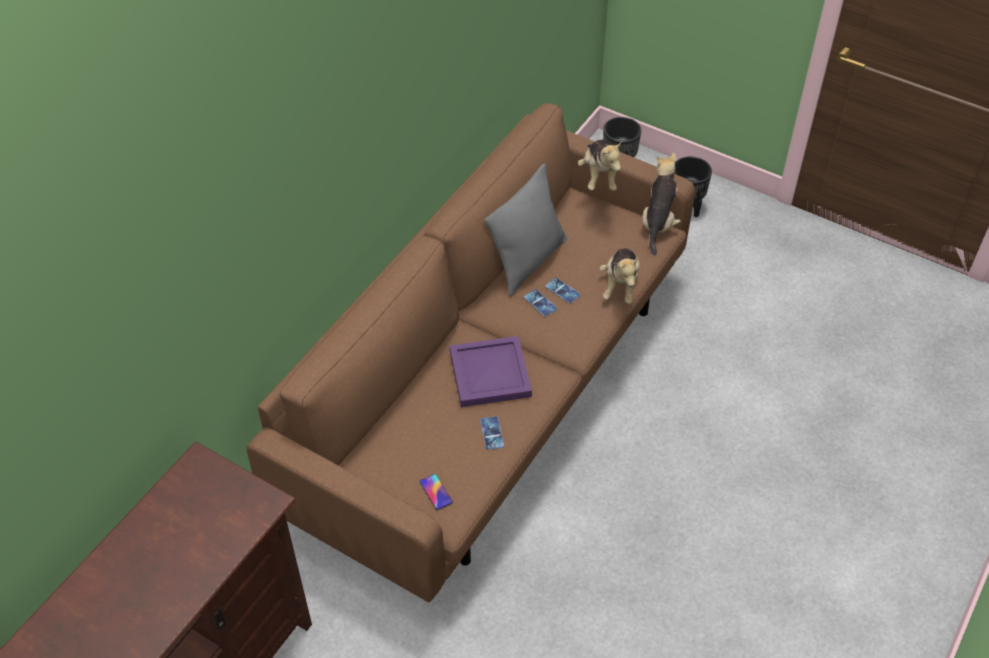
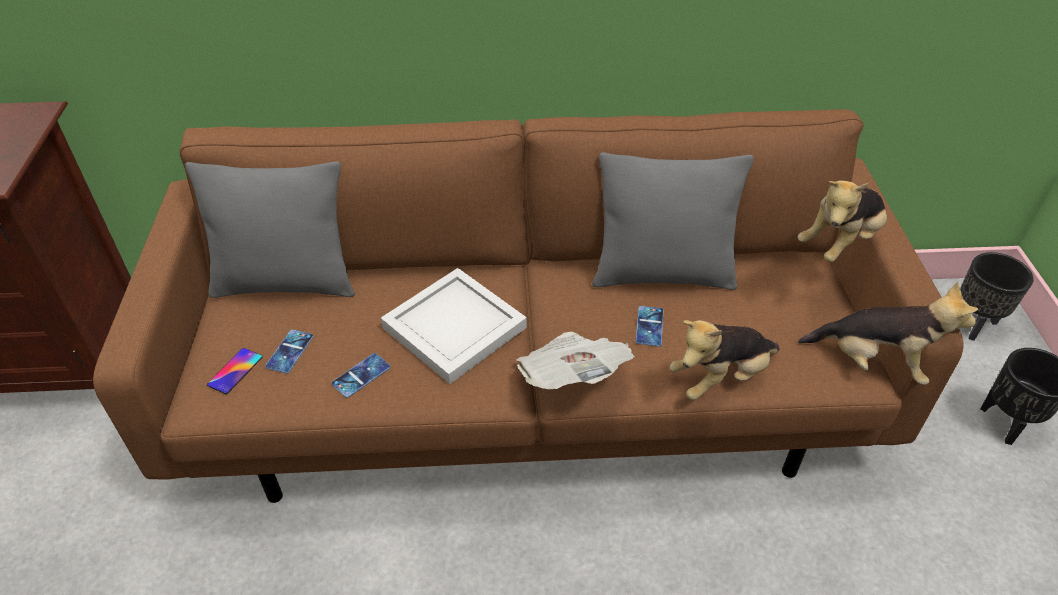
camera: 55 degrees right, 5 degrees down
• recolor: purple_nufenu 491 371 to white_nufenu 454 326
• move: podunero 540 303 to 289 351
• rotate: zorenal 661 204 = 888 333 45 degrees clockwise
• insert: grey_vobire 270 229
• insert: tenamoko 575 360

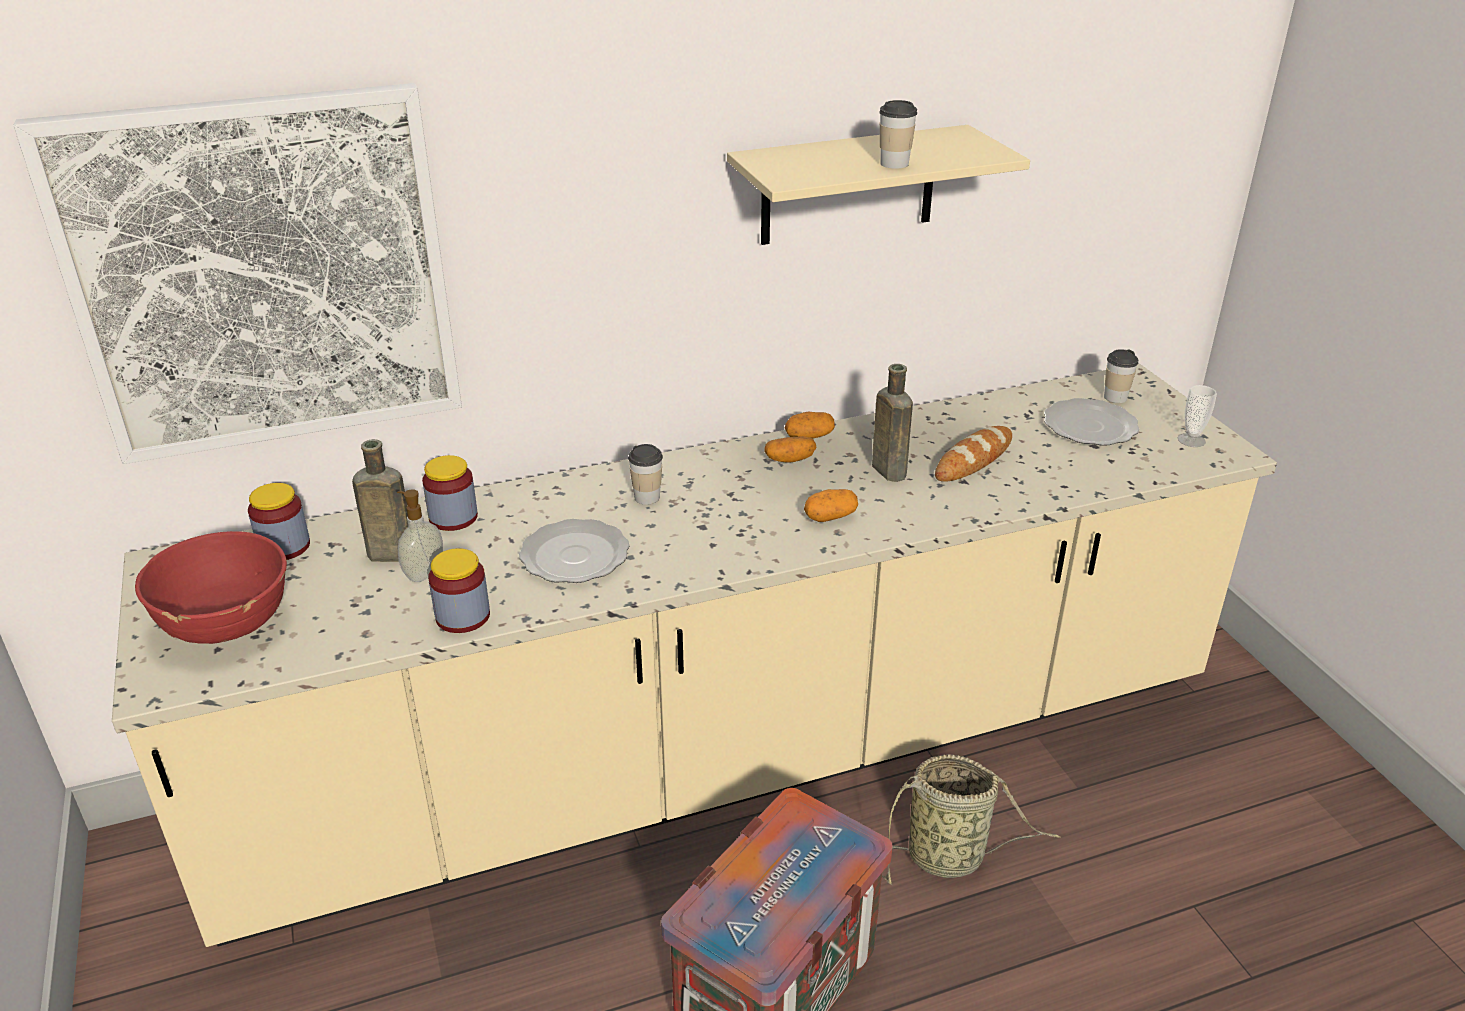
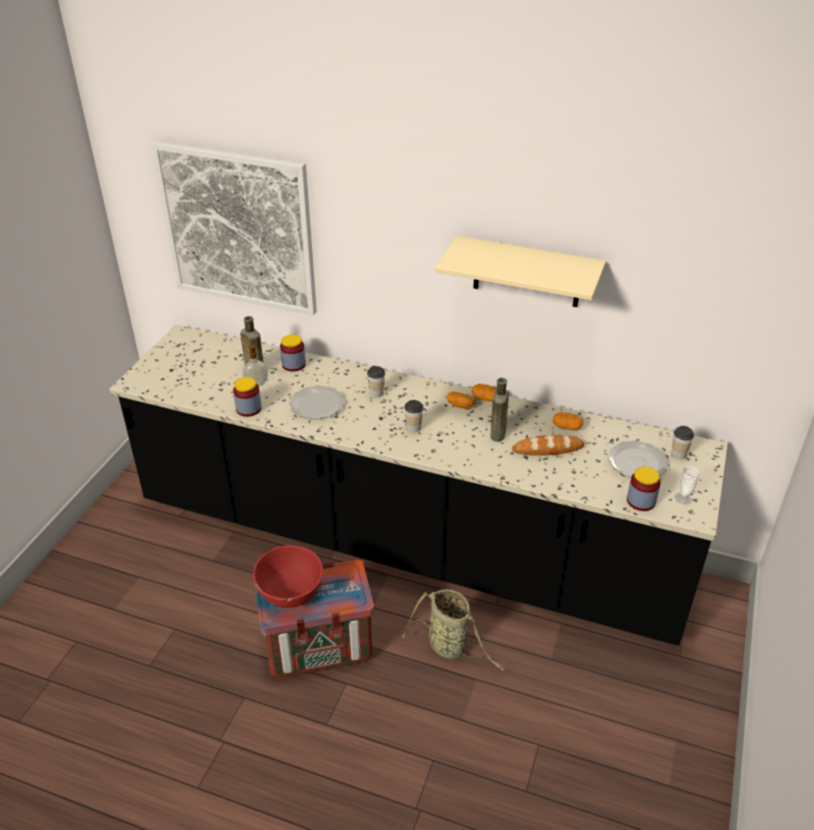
camera: 40 degrees right, 5 degrees up
• recolor: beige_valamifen 694 655 to black_valamifen 419 485
• move: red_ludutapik 211 587 to 288 576
• move: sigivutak 279 521 to 644 489
• move: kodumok 831 505 to 567 421
• move: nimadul 898 134 to 414 416

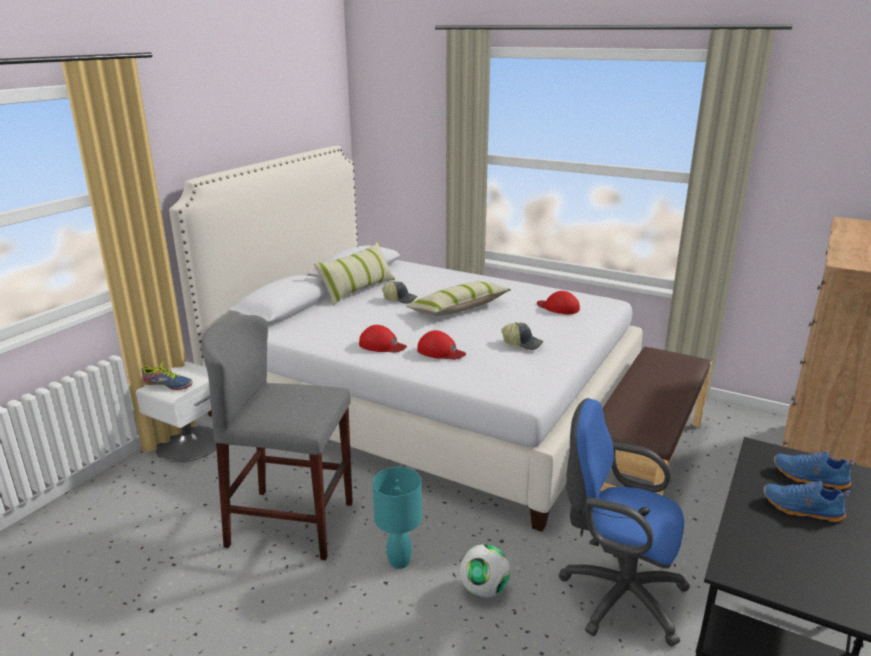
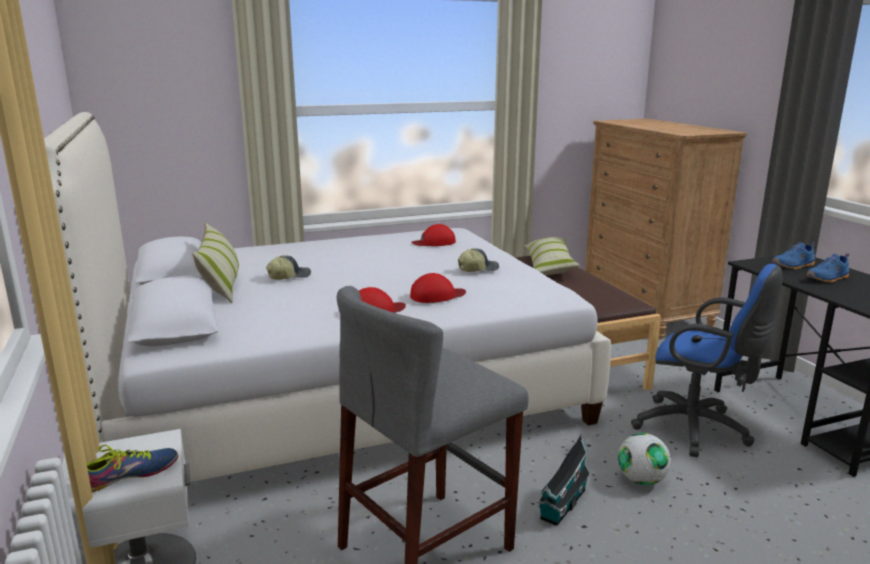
camera: 50 degrees left, 5 degrees down
• replace: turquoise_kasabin 397 518 to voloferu 563 480
• move: vobire 458 299 to 552 256
• rotate: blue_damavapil 624 522 = 706 360 120 degrees counterclockwise

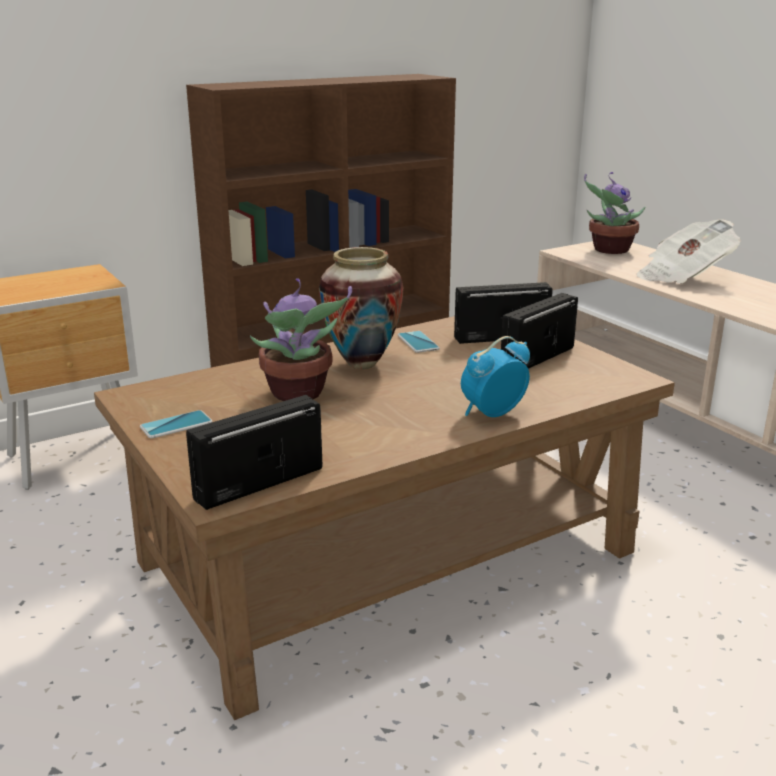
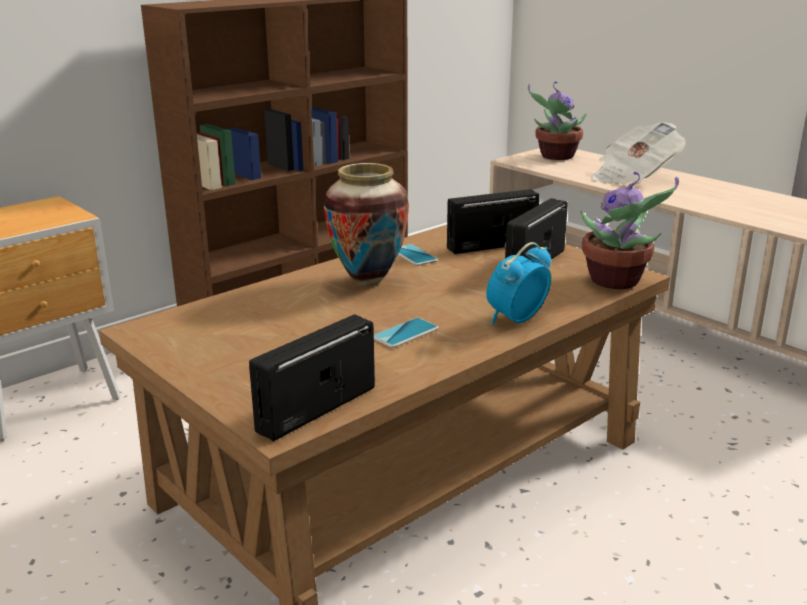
camera: 10 degrees left, 0 degrees up
• move: podunero 176 424 to 406 333
• move: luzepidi 301 339 to 630 230

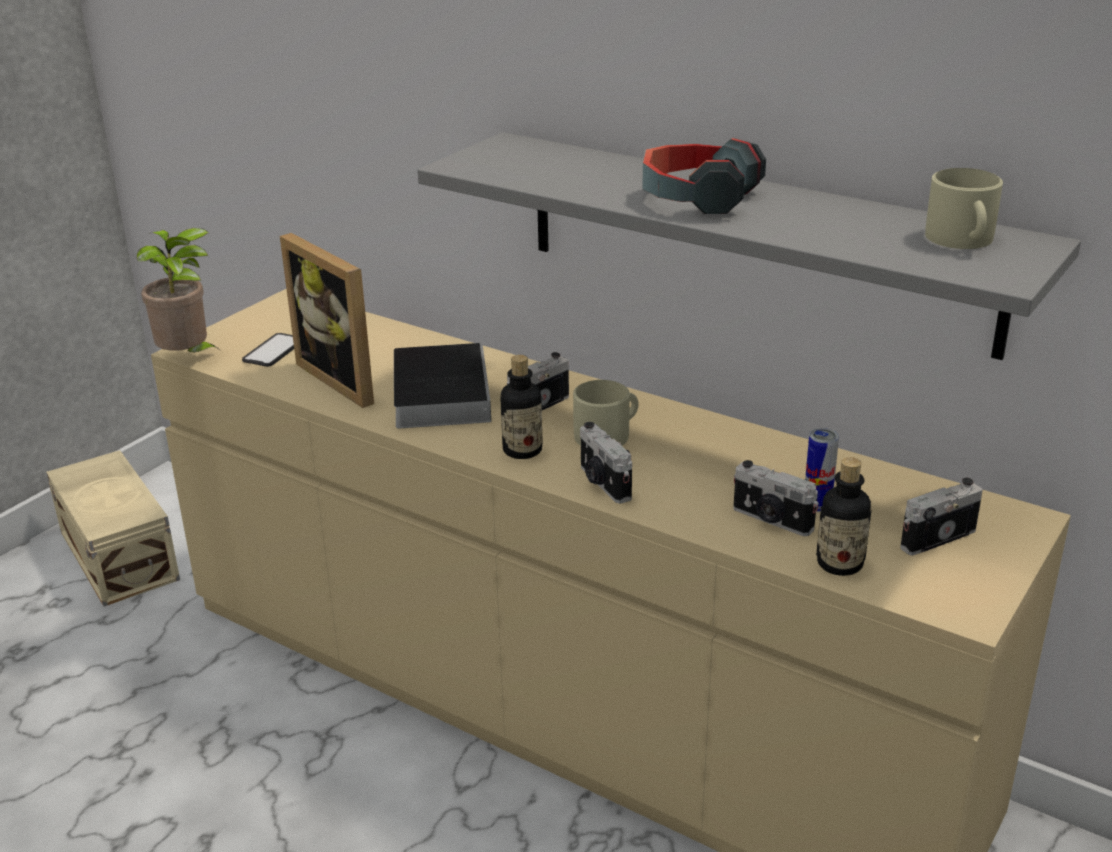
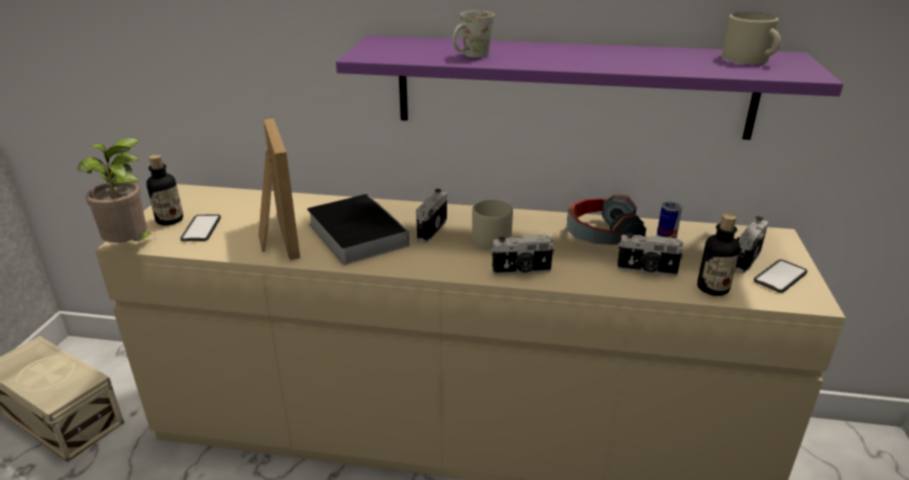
camera: 25 degrees left, 0 degrees up
• rotate: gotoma 327 320 = 279 188 135 degrees counterclockwise
• recolor: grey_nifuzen 749 246 to purple_nifuzen 589 88
• move: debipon 521 407 to 164 190
• rotate: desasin 606 463 = 523 255 45 degrees counterclockwise
• move: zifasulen 704 176 to 606 221
• insert: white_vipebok 473 34
• insert: podunero 780 276

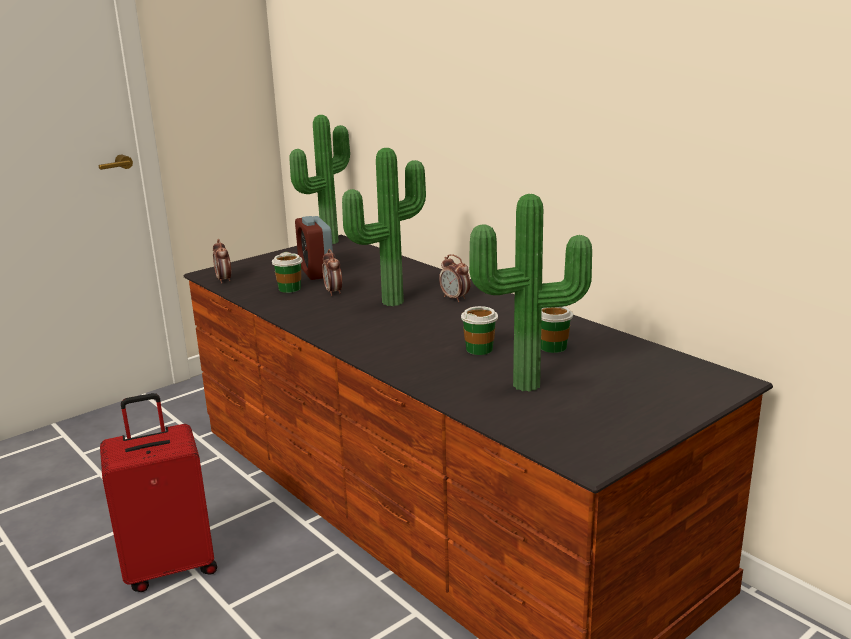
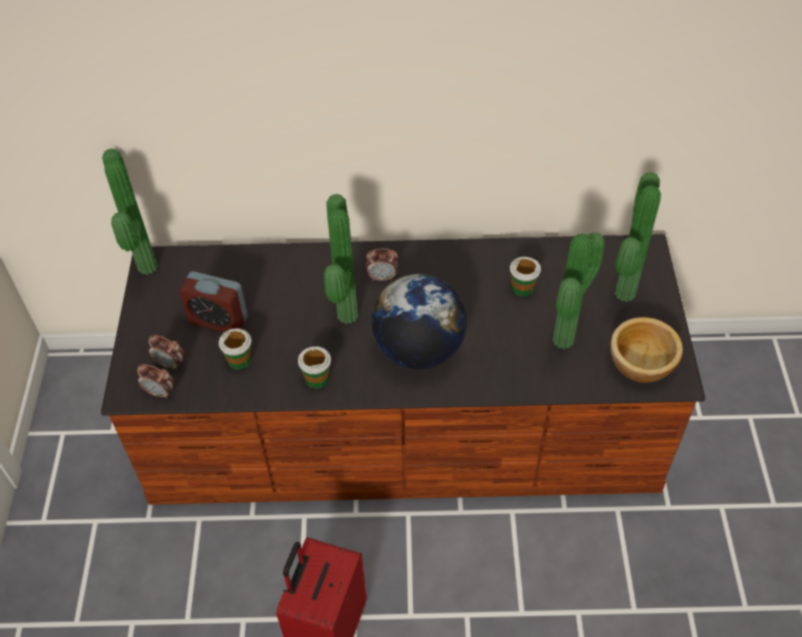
camera: 50 degrees left, 30 degrees up
• move: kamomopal 332 272 to 166 352
• move: nimadul 479 330 to 314 367
• insert: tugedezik 419 321
• insert: ludutapik 646 350
• insert: luzepidi 638 237

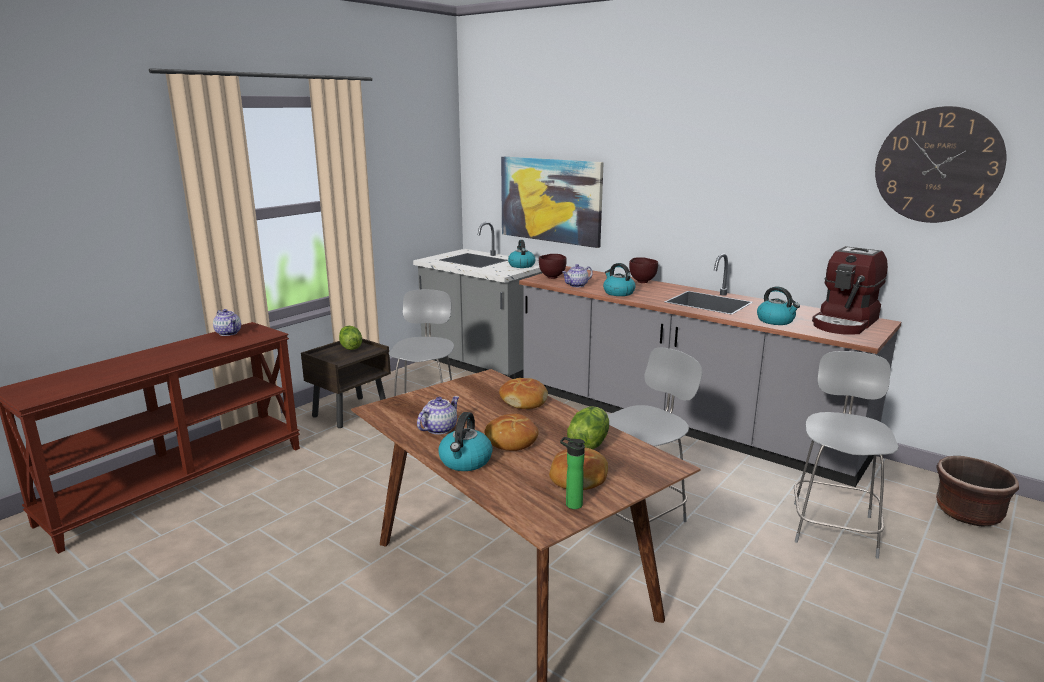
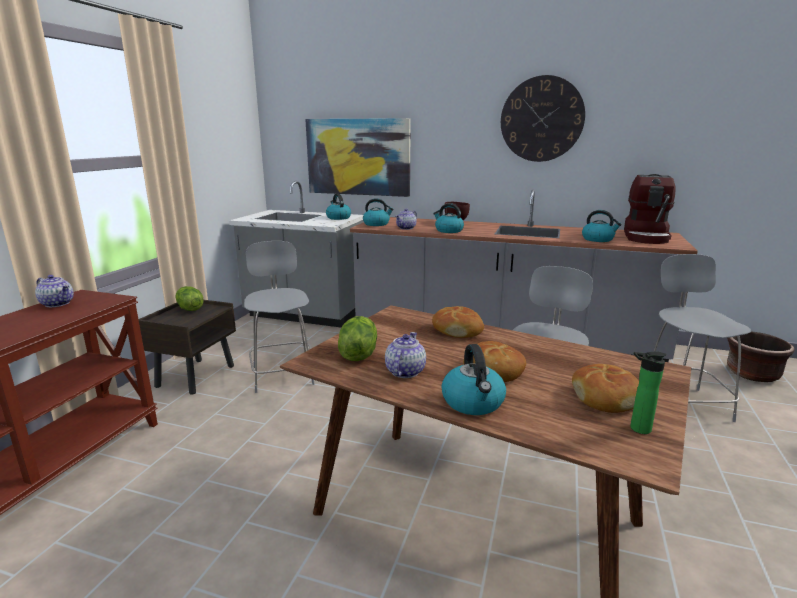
camera: 20 degrees left, 0 degrees up
• replace: brown_ludutapik 553 266 to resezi 378 212
• move: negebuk 588 427 to 357 338
• move: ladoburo 940 164 to 543 118

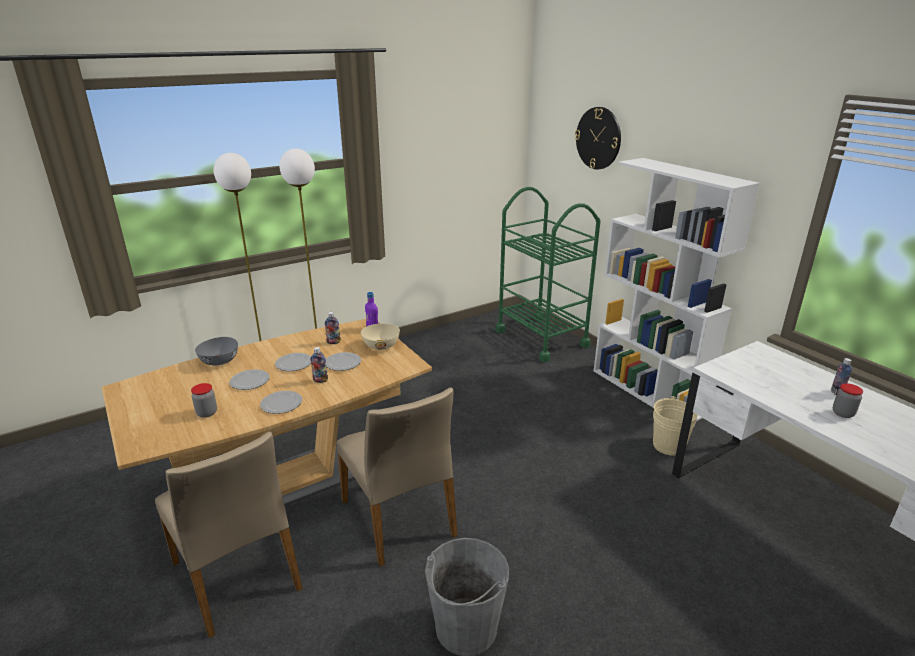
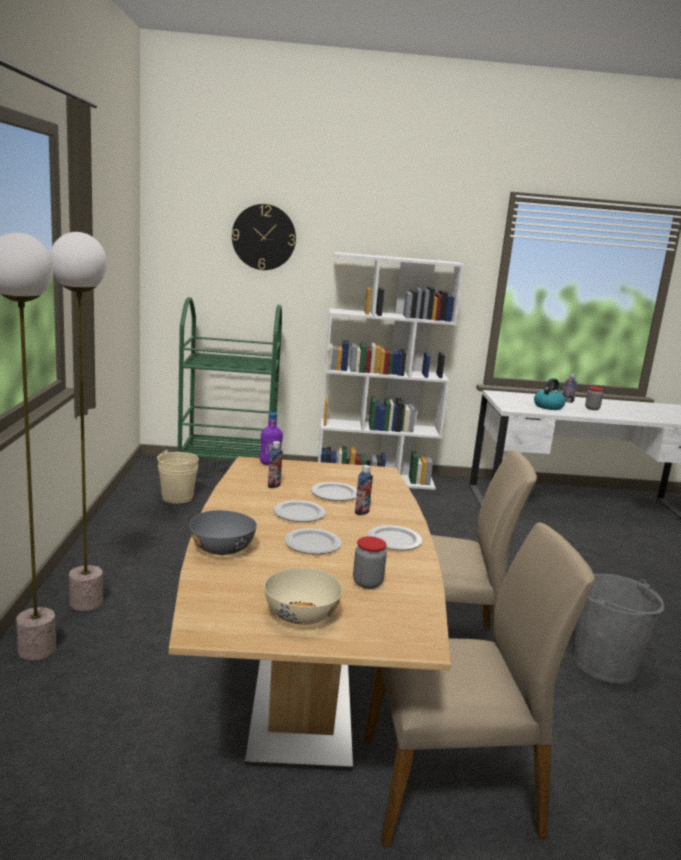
camera: 60 degrees left, 10 degrees down
• move: beige_ludutapik 380 337 to 303 596
• move: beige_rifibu 675 426 to 178 476
• insert: resezi 550 394

